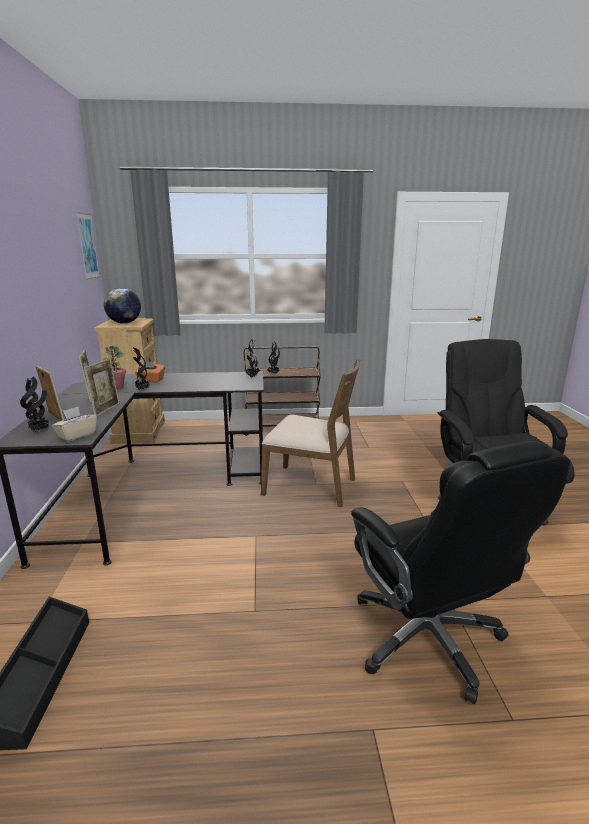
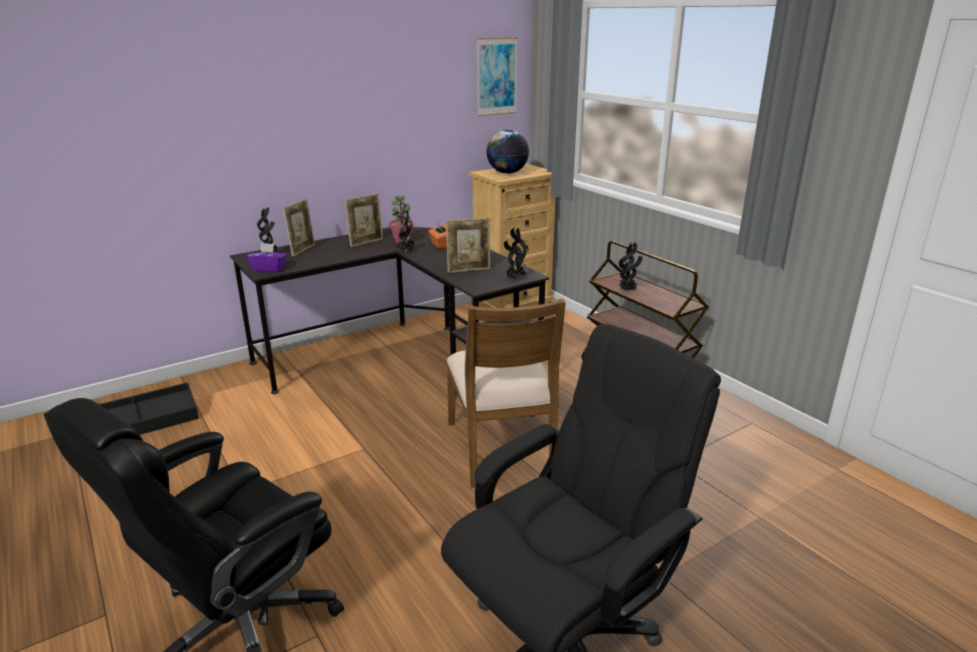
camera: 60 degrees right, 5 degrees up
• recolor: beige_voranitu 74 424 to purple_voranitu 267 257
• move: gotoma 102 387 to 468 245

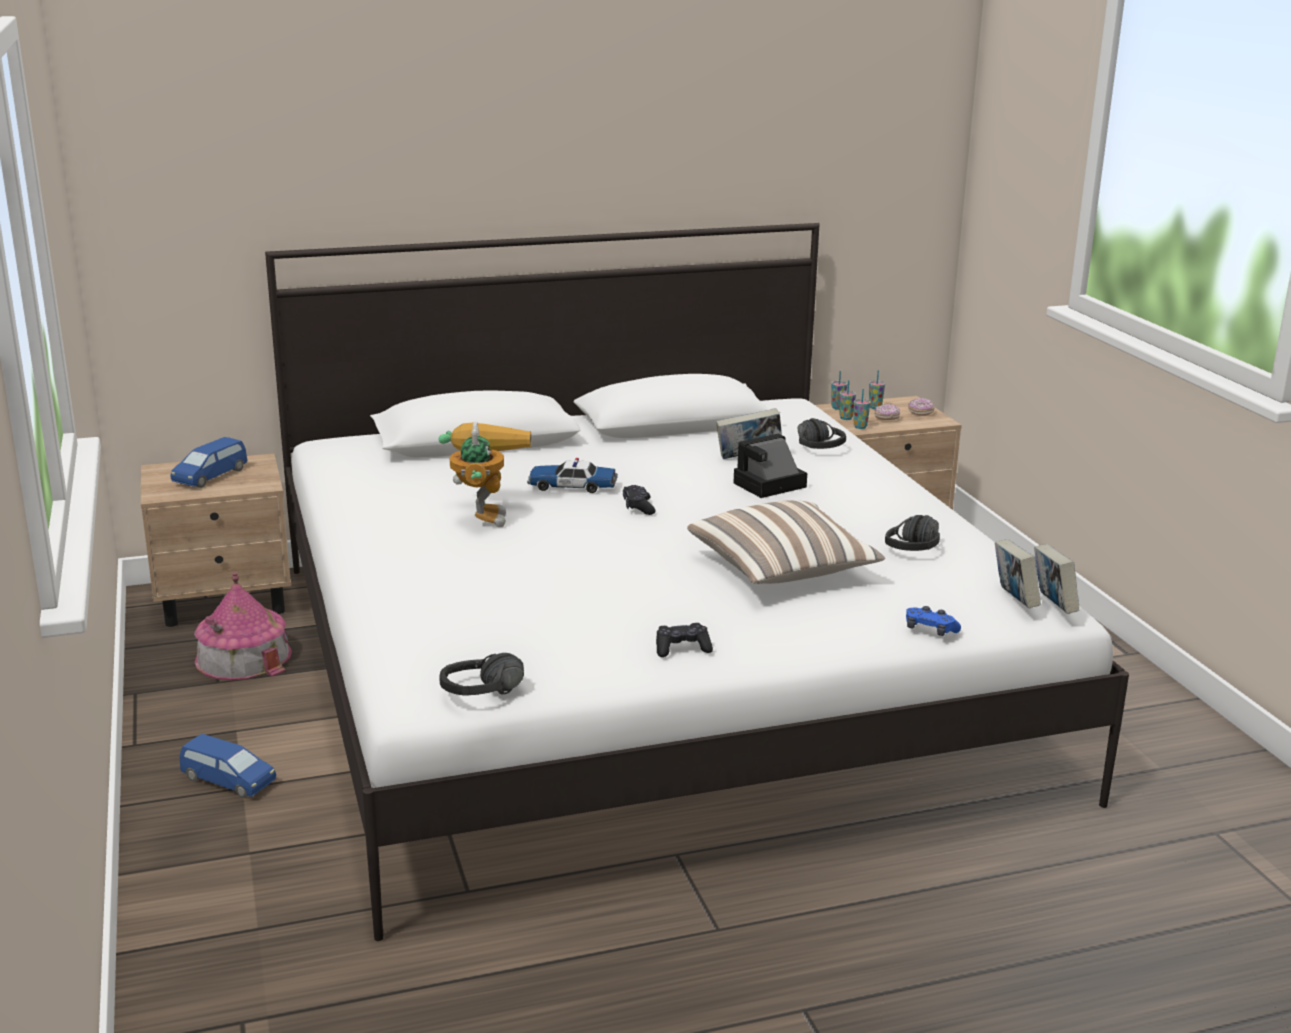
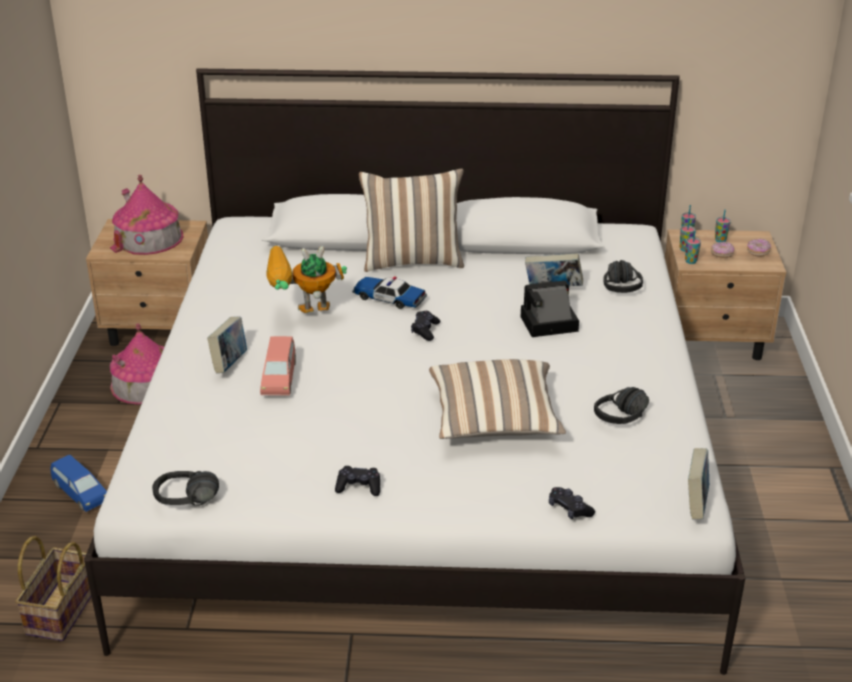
camera: 20 degrees right, 10 degrees up
• replace: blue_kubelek 208 462 to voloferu 147 215
• rotate: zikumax 485 474 = 306 279 120 degrees counterclockwise
• recolor: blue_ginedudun 933 621 to black_ginedudun 572 503
• move: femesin 1018 573 to 227 345
• insert: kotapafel 53 588
• insert: pink_kubelek 278 365
• insert: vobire 411 220

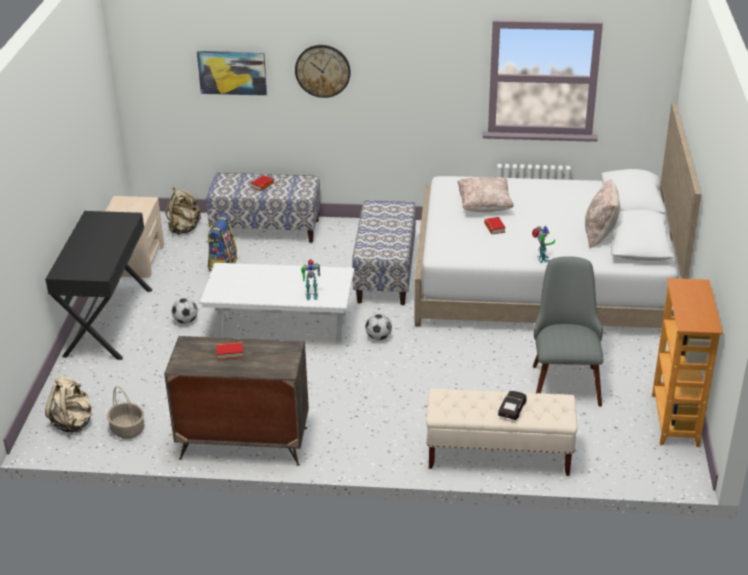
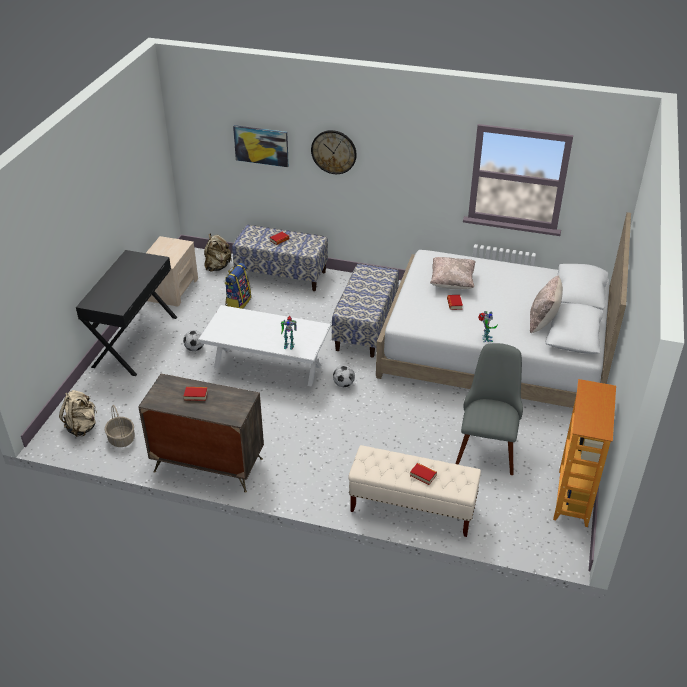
camera: 10 degrees right, 5 degrees up
• replace: black_kubelek 512 405 to femesin 423 474

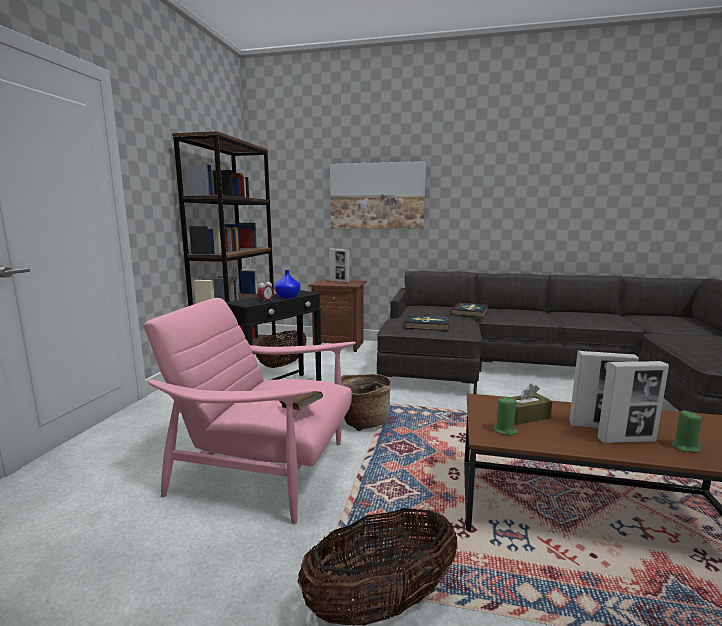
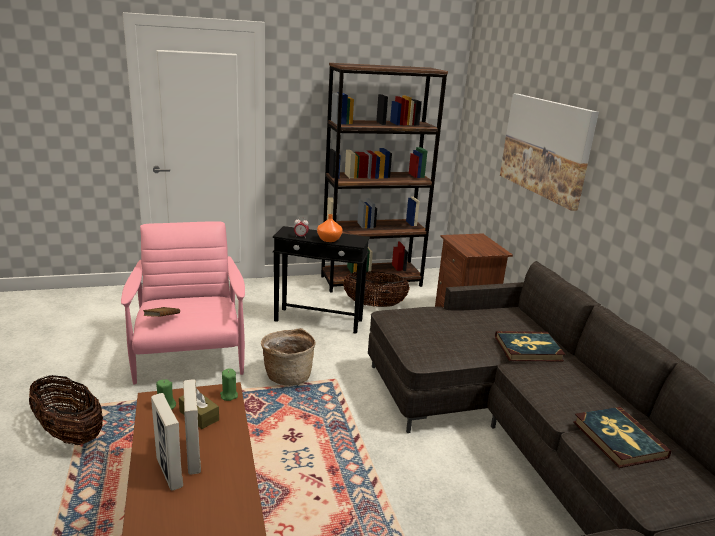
camera: 60 degrees right, 10 degrees up
• recolor: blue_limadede 287 284 to orange_limadede 330 228
• delete: gotoma 339 266
• move: femesin 426 323 to 622 437
• move: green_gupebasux 687 432 to 229 384

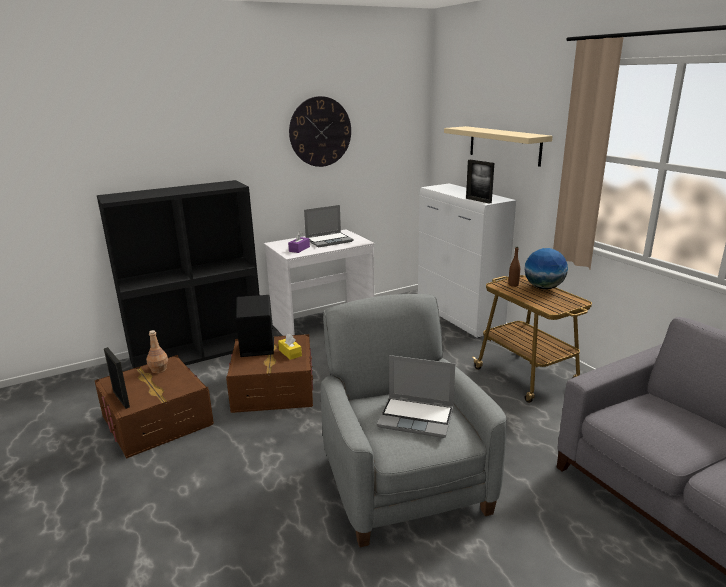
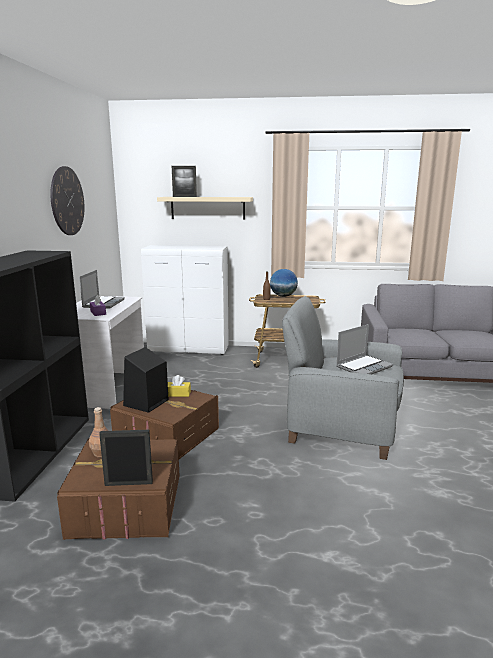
camera: 55 degrees left, 5 degrees down
• move: gotoma 480 182 to 184 181

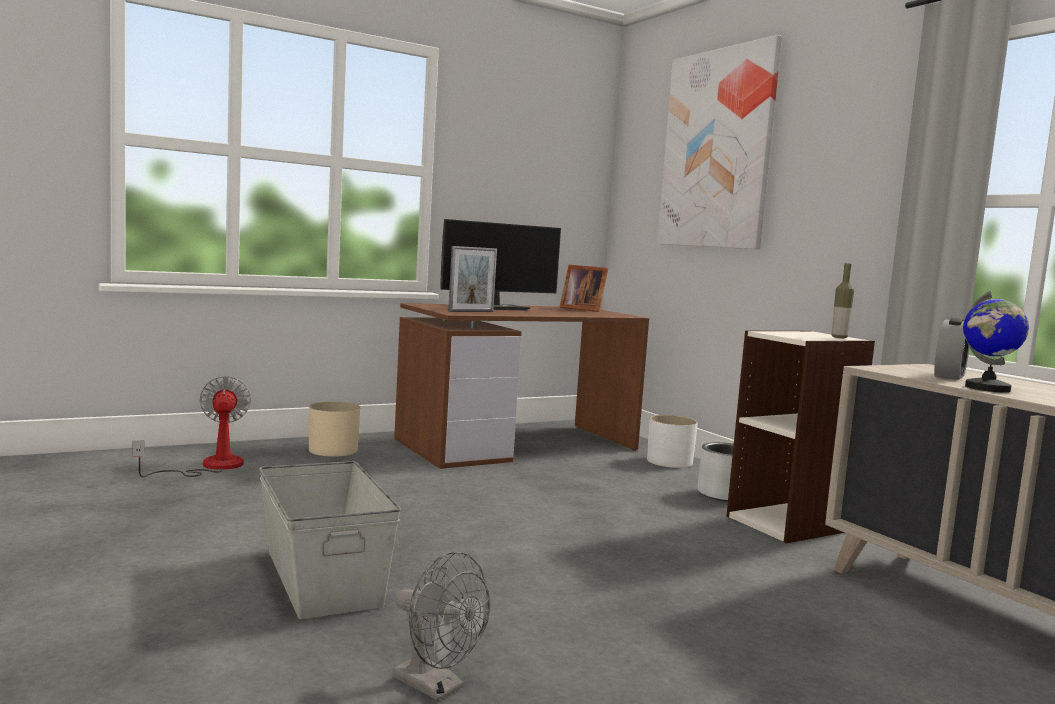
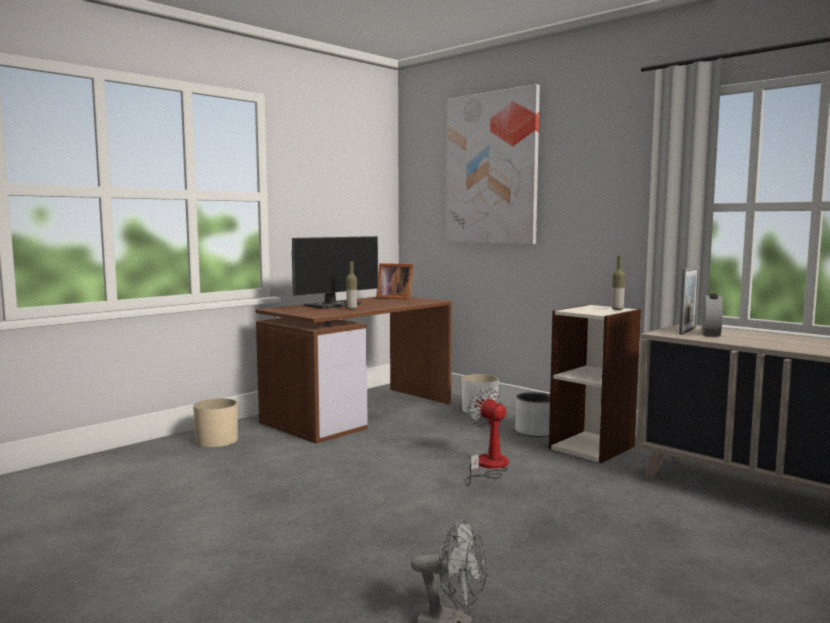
camera: 15 degrees left, 0 degrees up
• move: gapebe 191 426 to 487 436
• delete: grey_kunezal 330 540
• move: gotoma 472 279 to 689 300
• delete: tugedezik 996 342
• insert: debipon 351 286

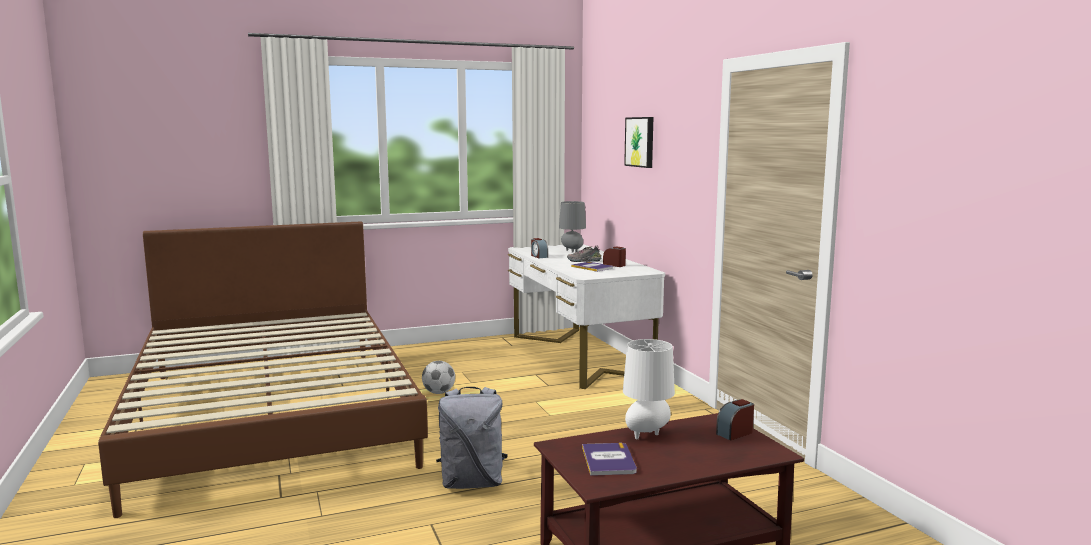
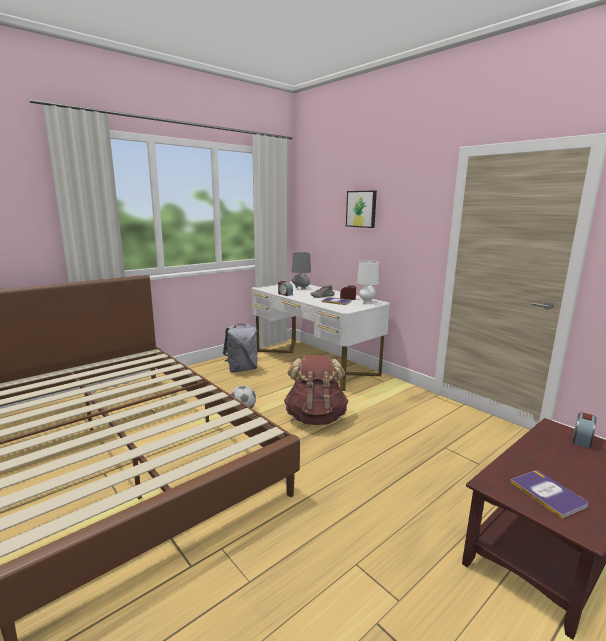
camera: 20 degrees left, 5 degrees up
• move: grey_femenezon 472 438 to 240 348
• move: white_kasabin 649 389 to 368 282
• insert: brown_femenezon 316 390

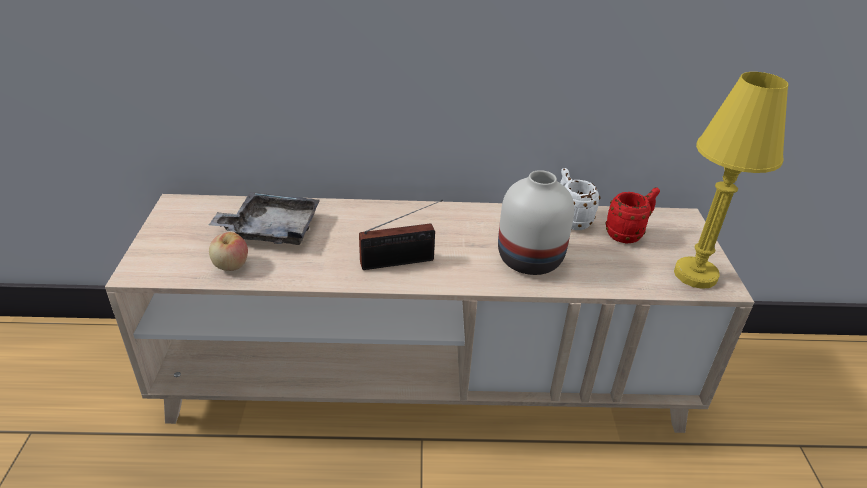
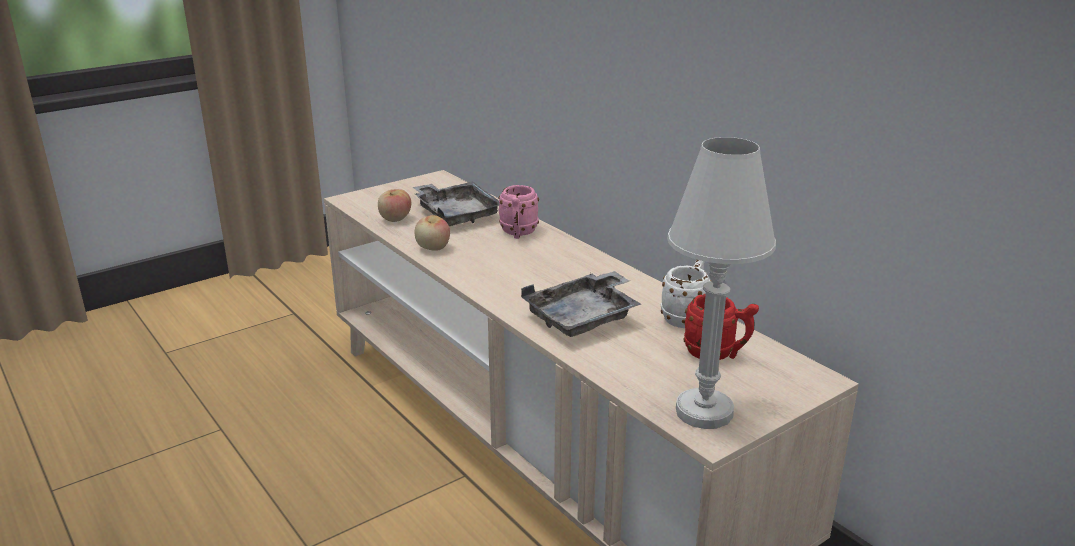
camera: 55 degrees right, 10 degrees down
• delete: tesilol 401 235
• replace: white_limadede 536 222 to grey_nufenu 581 304
• recolor: yellow_kasabin 731 180 to white_kasabin 721 283
• insert: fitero 432 233
• insert: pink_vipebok 518 212

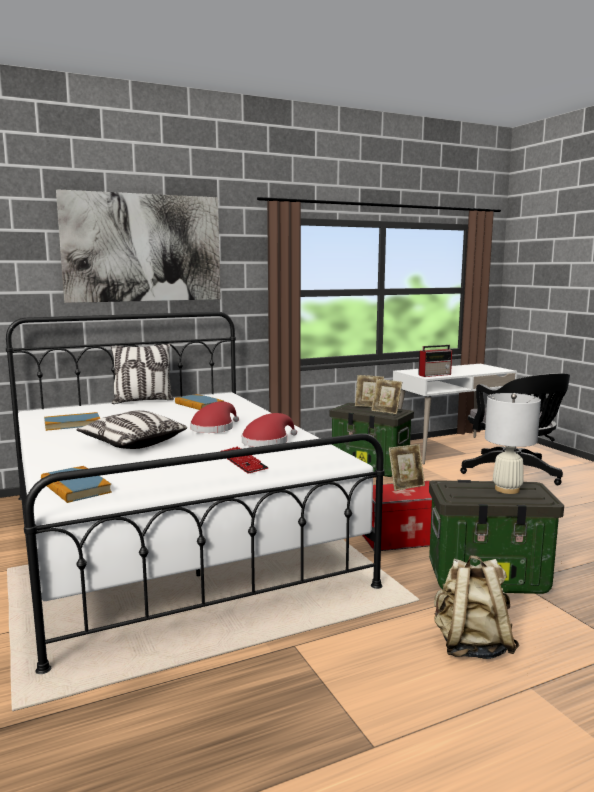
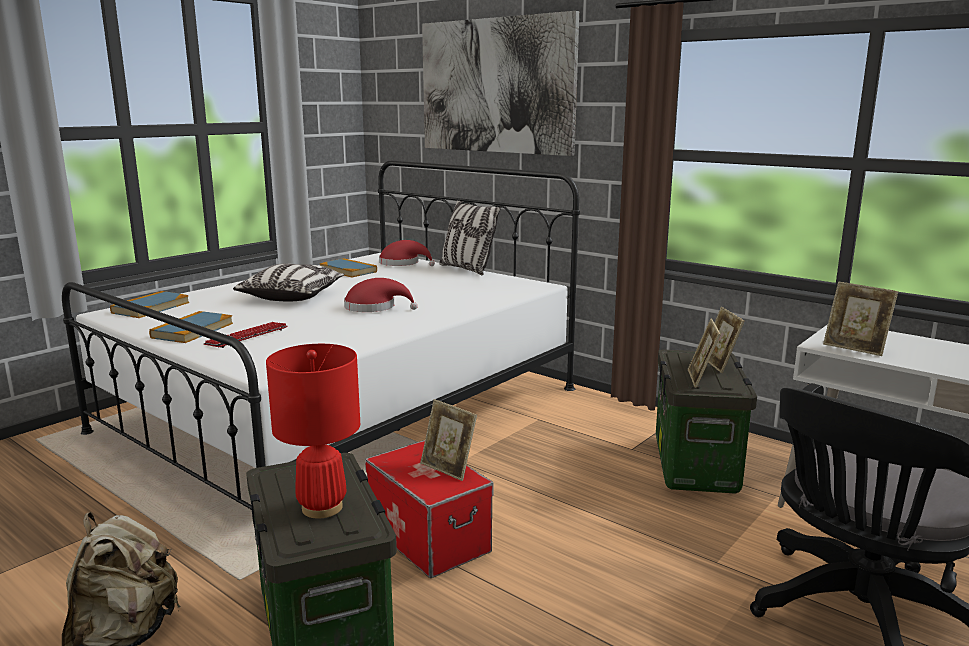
camera: 65 degrees right, 5 degrees up
• move: femesin 199 402 to 191 327
• move: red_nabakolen 269 430 to 407 253
• replace: tesilol 435 361 to gotoma 860 318
• recolor: white_kasabin 513 443 to red_kasabin 313 431

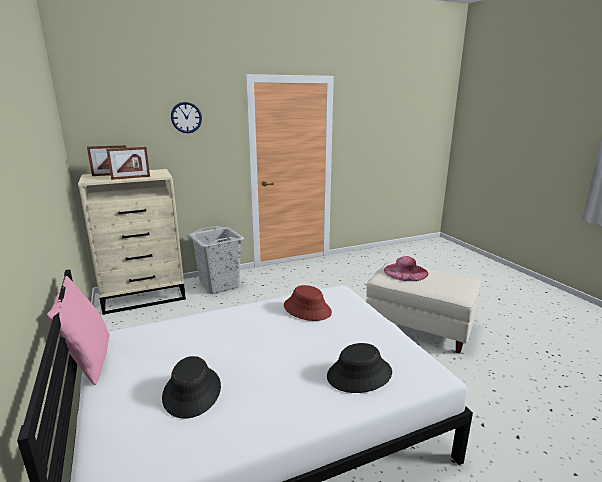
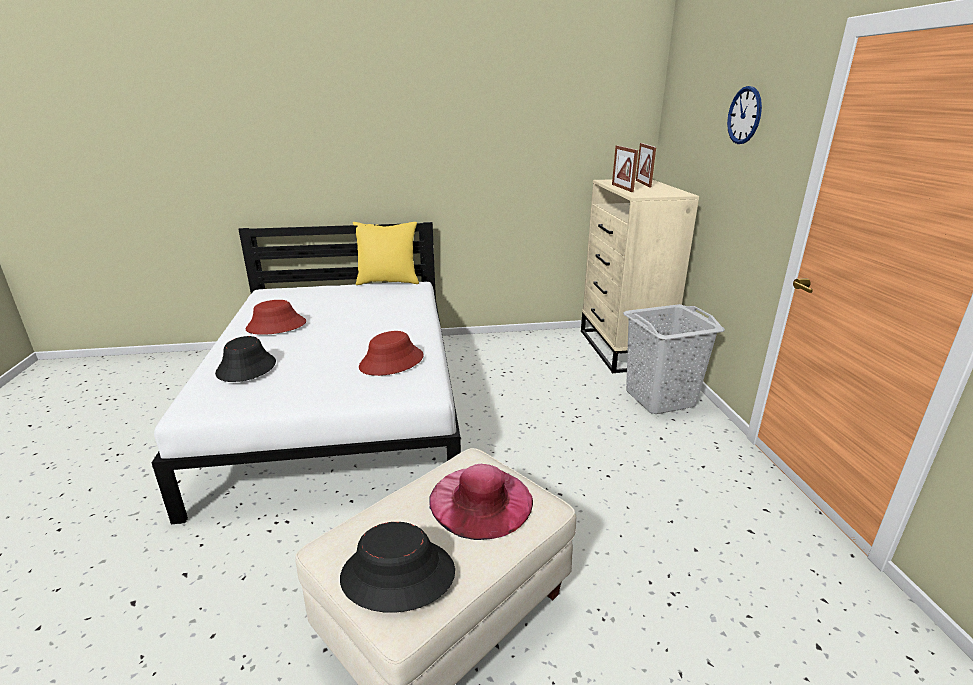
camera: 105 degrees right, 5 degrees up
• recolor: pink_vobire 78 330 to yellow_vobire 386 253
• move: black_nabakolen 191 387 to 397 567
• insert: red_nabakolen 276 317

